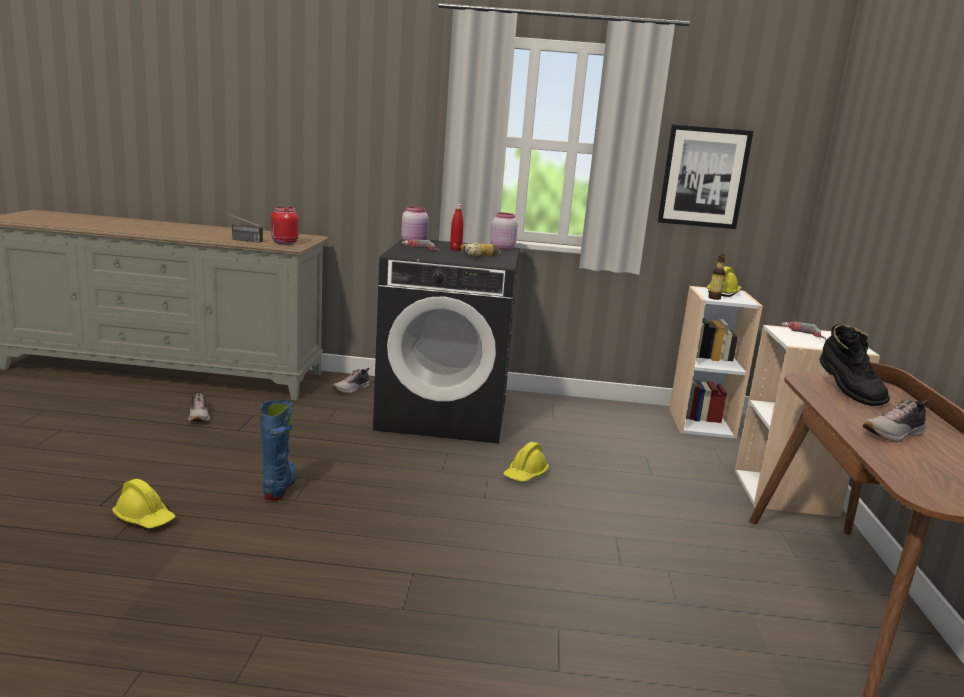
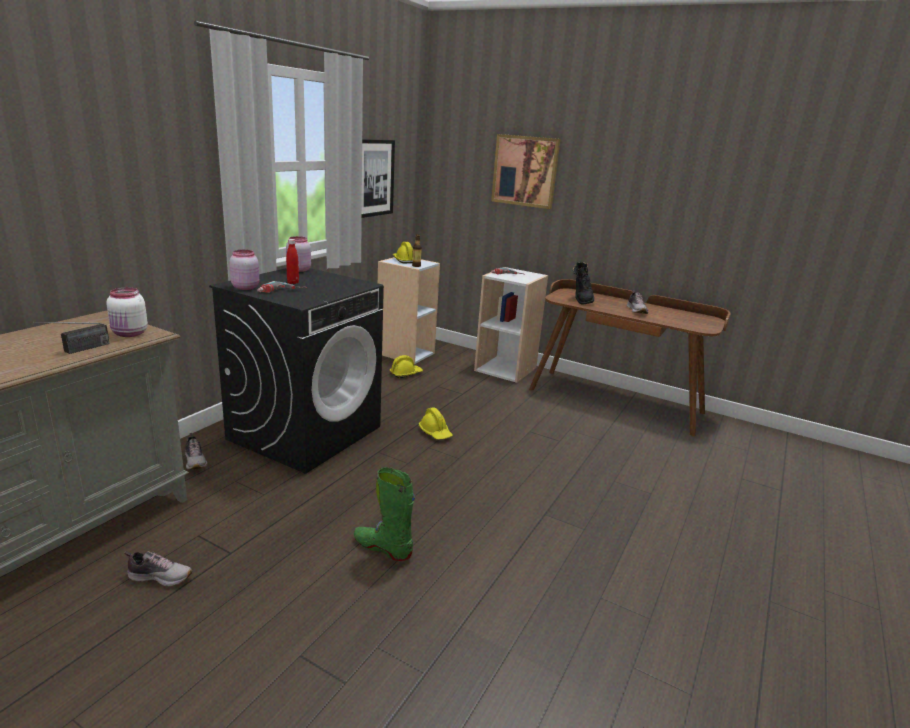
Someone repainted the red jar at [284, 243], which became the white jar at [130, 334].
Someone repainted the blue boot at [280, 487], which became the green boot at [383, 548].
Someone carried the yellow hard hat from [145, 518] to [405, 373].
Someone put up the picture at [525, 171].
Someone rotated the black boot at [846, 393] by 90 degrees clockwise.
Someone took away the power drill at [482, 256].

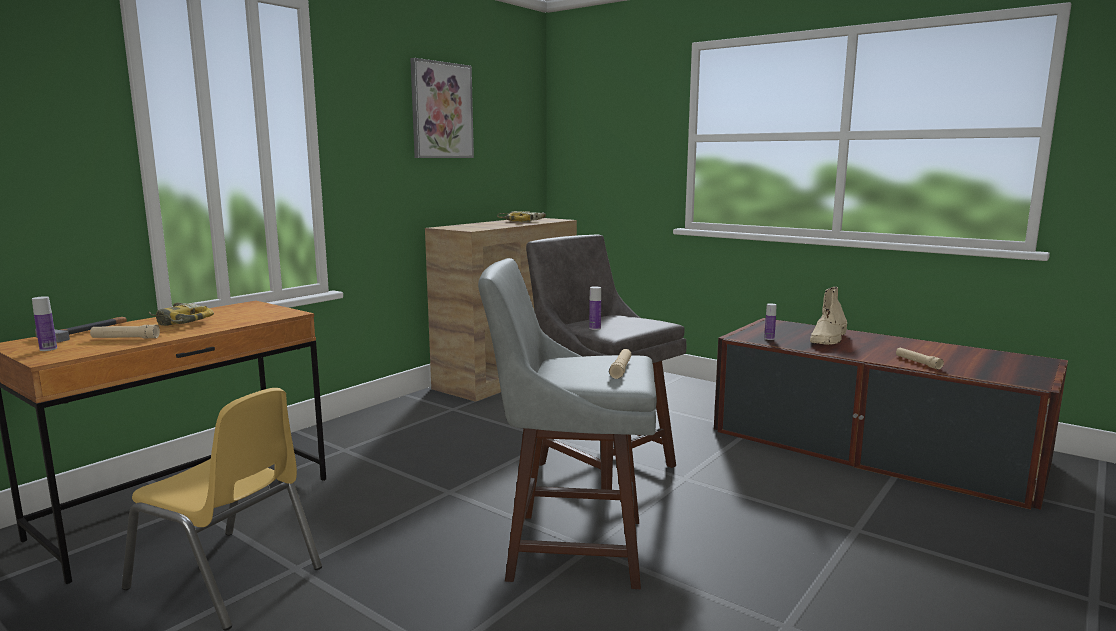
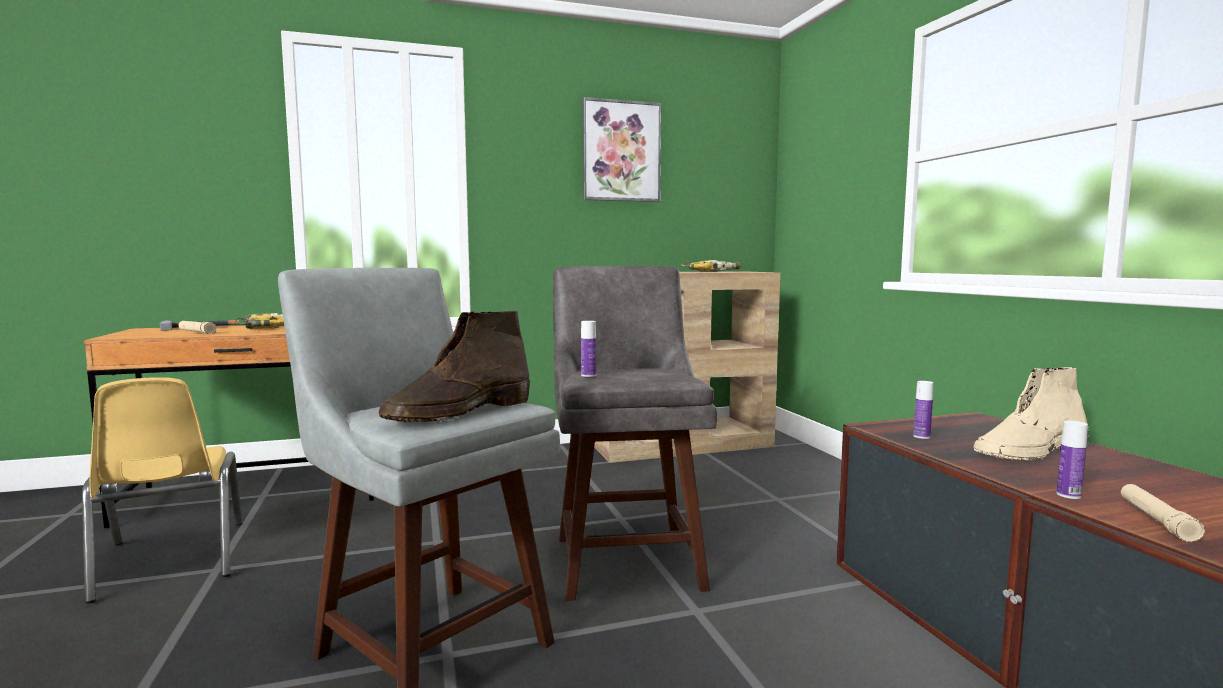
Someone swapped the beige flashlight at [621, 369] for the brown boot at [459, 413].
Someone carried the bottle from [48, 349] to [1068, 495].

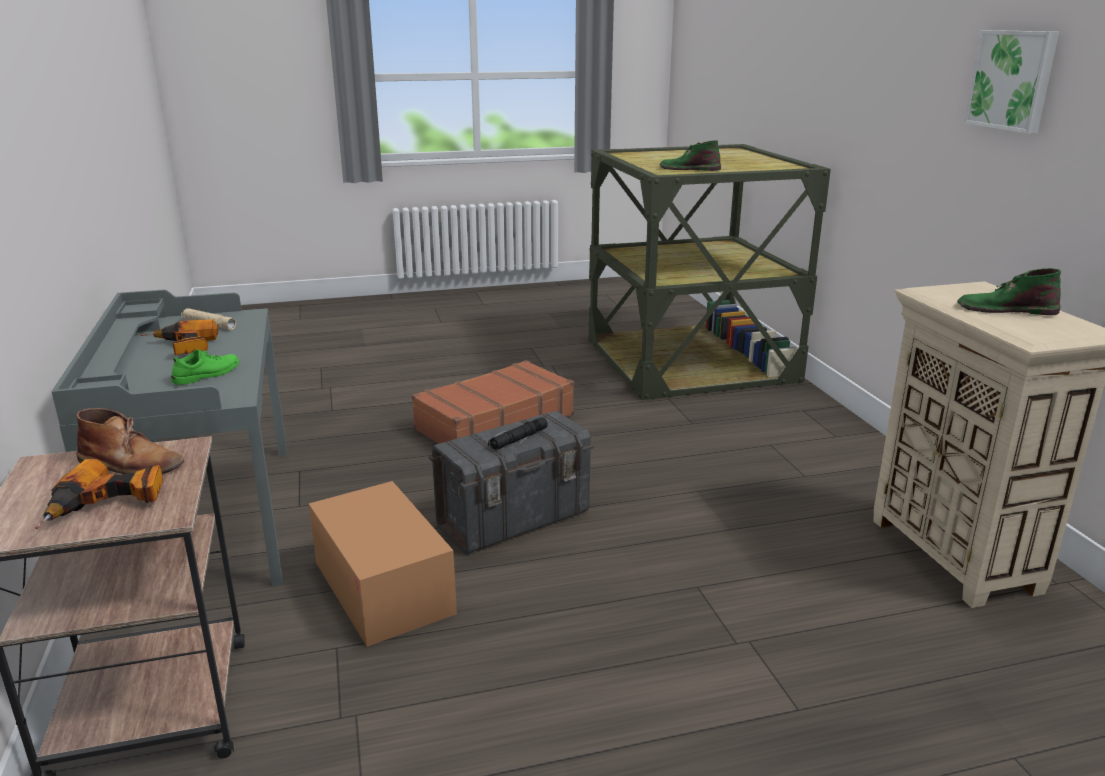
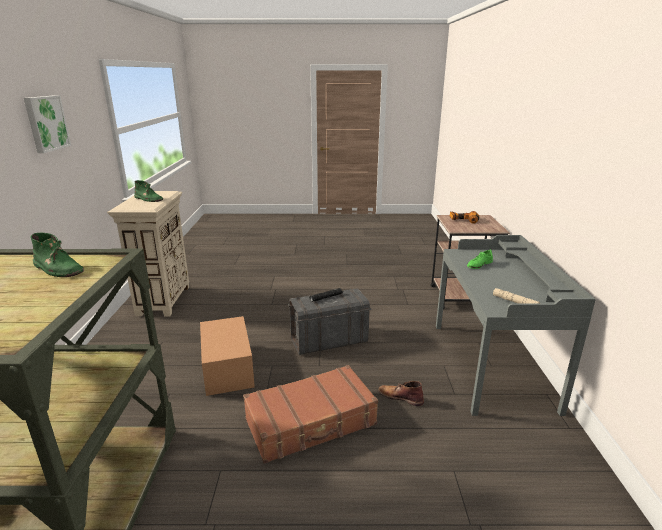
Someone carried the cardboard box from [383, 587] to [227, 368].
Someone carried the brown boot from [131, 464] to [400, 396].
Someone took away the power drill at [183, 348].

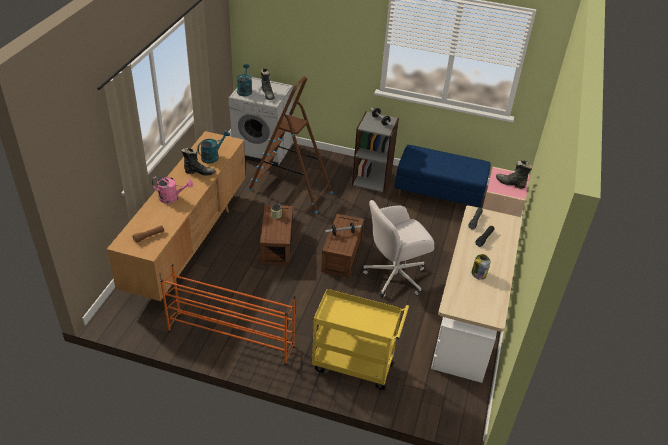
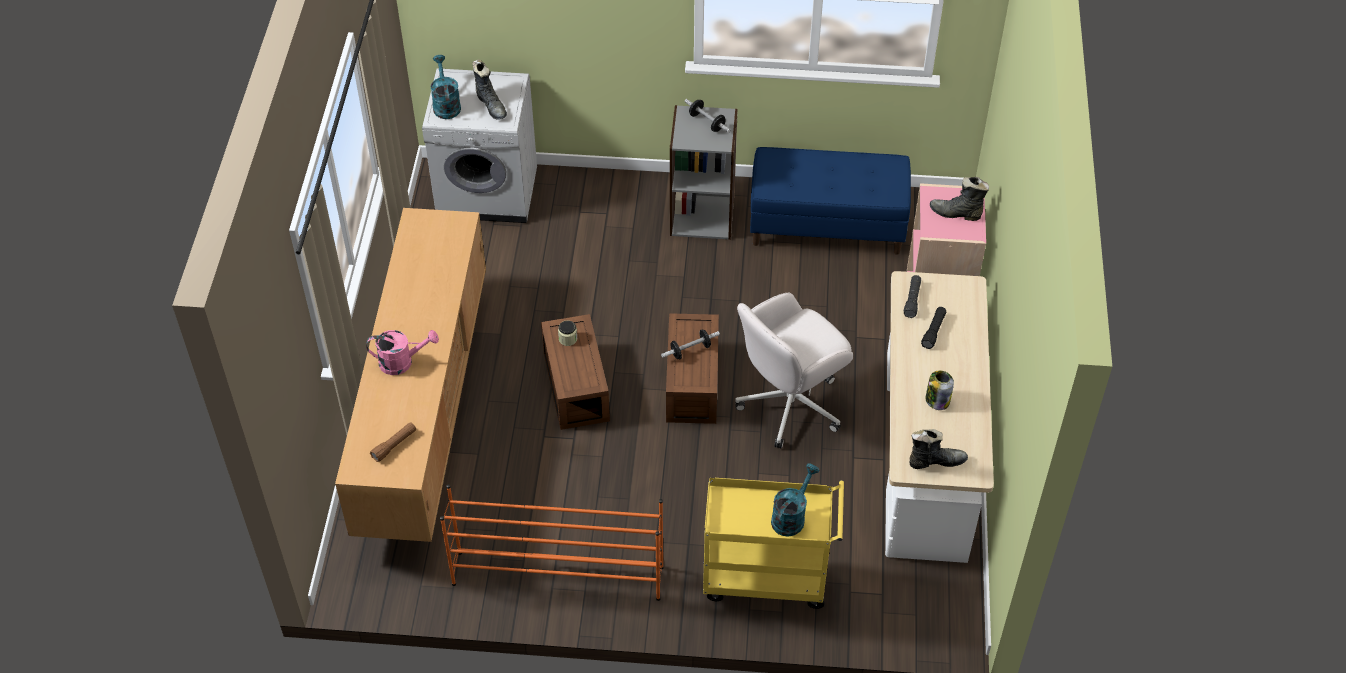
Someone carried the turquoise watering can from [212, 156] to [791, 516].
Someone carried the black boot from [199, 172] to [935, 461].
Someone took away the brown step ladder at [289, 191].

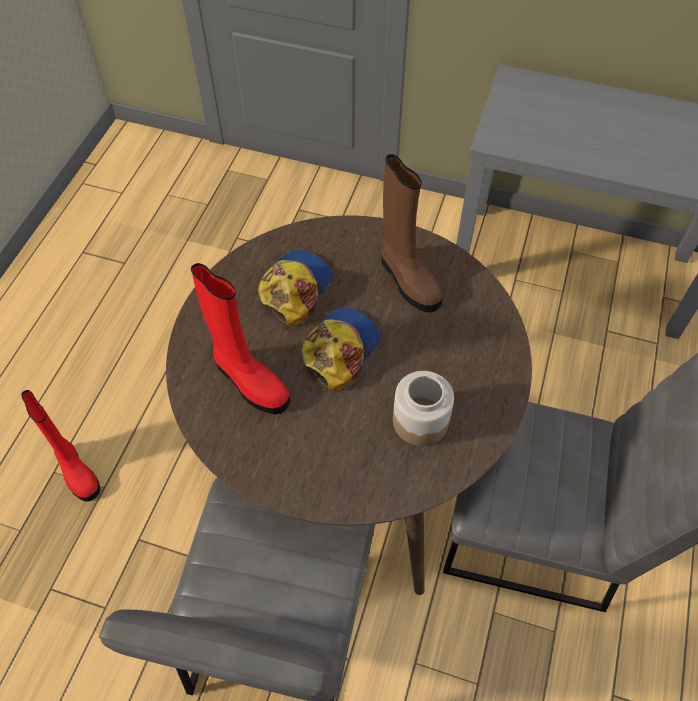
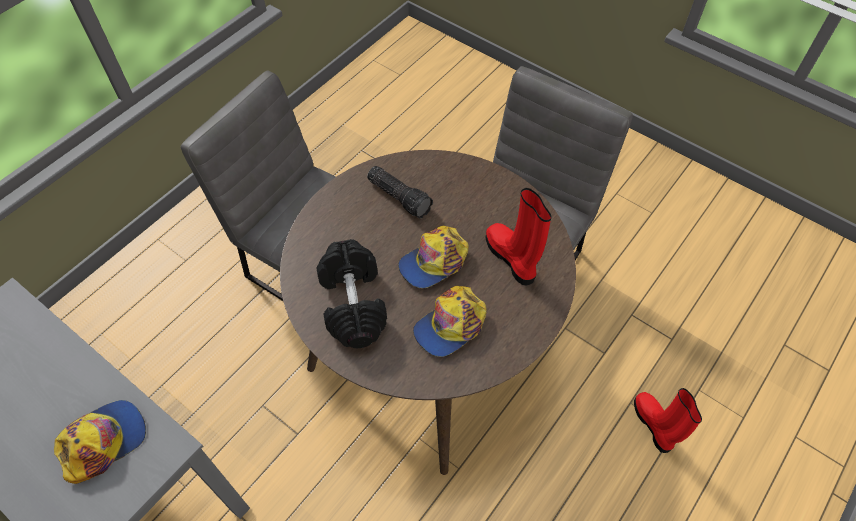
Someone put down the cap at [103, 441].
Someone swapped the brown boot at [407, 279] for the black dumbbell at [352, 303].
Someone swapped the jar at [420, 420] for the flashlight at [400, 197].

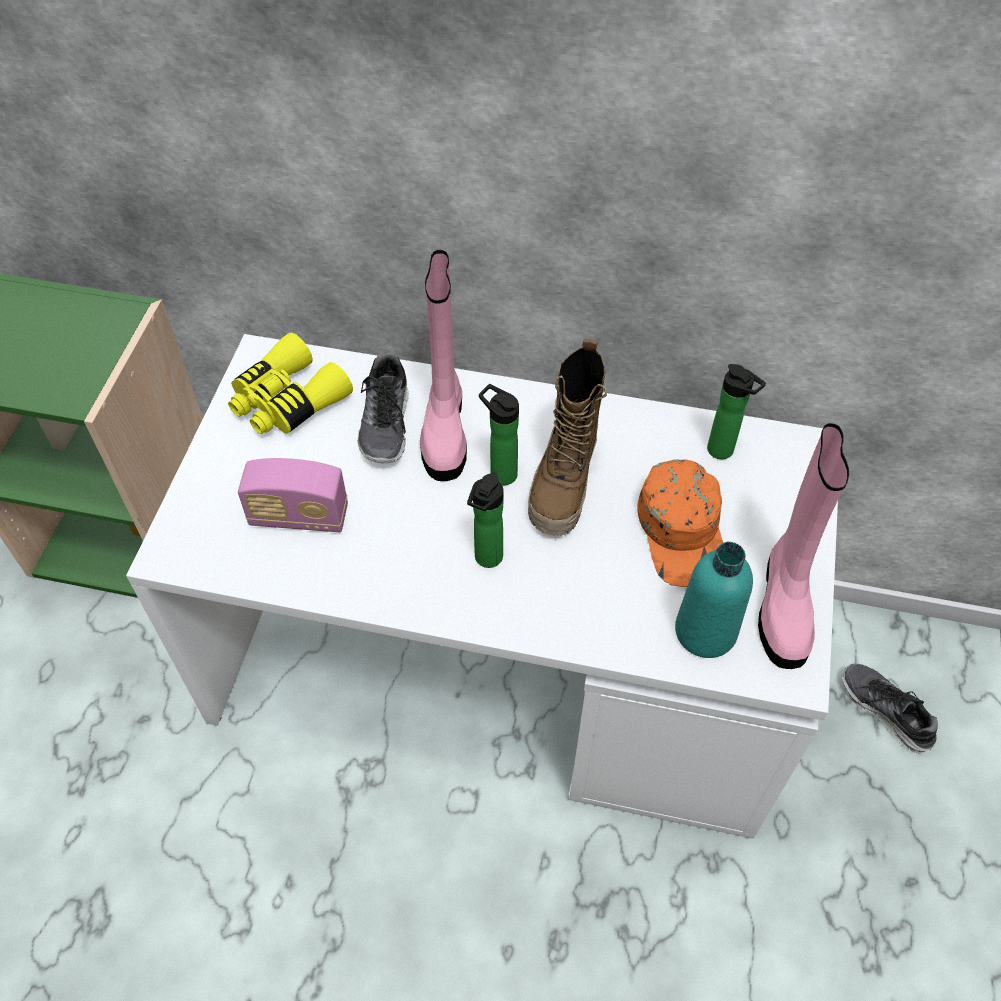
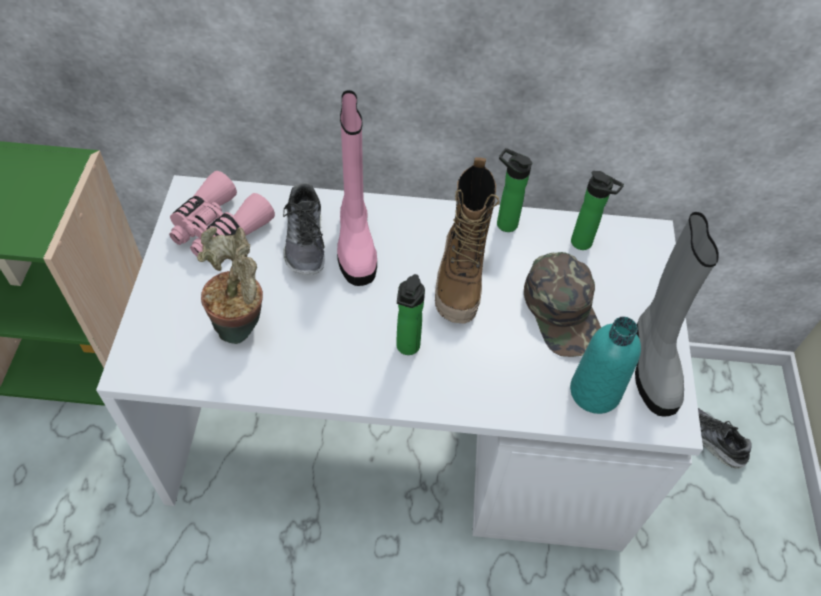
Someone repainted the yellow binoculars at [287, 401], which became the pink binoculars at [218, 229].
Someone swapped the radio at [299, 516] for the potted plant at [242, 325].
Someone carried the bottle from [500, 472] to [504, 223].
Someone repainted the orange cap at [683, 532], which became the green cap at [563, 311].
Someone repainted the pink boot at [783, 604], which became the grey boot at [653, 364].

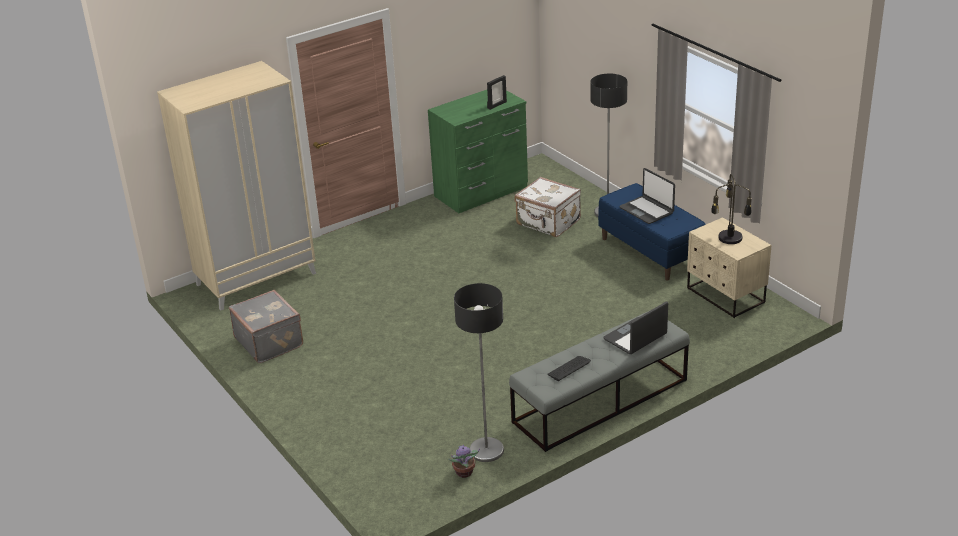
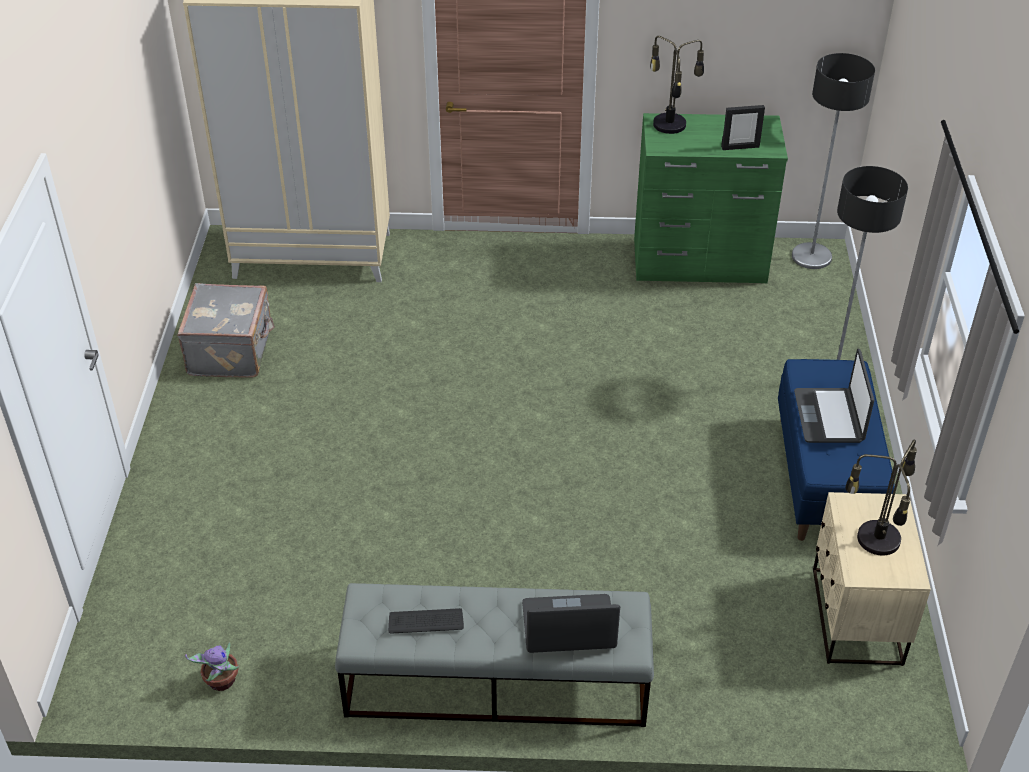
Someone put down the table lamp at [670, 124].
Someone carried the floor lamp from [486, 450] to [811, 256].
Someone took away the white suitcase at [548, 223].

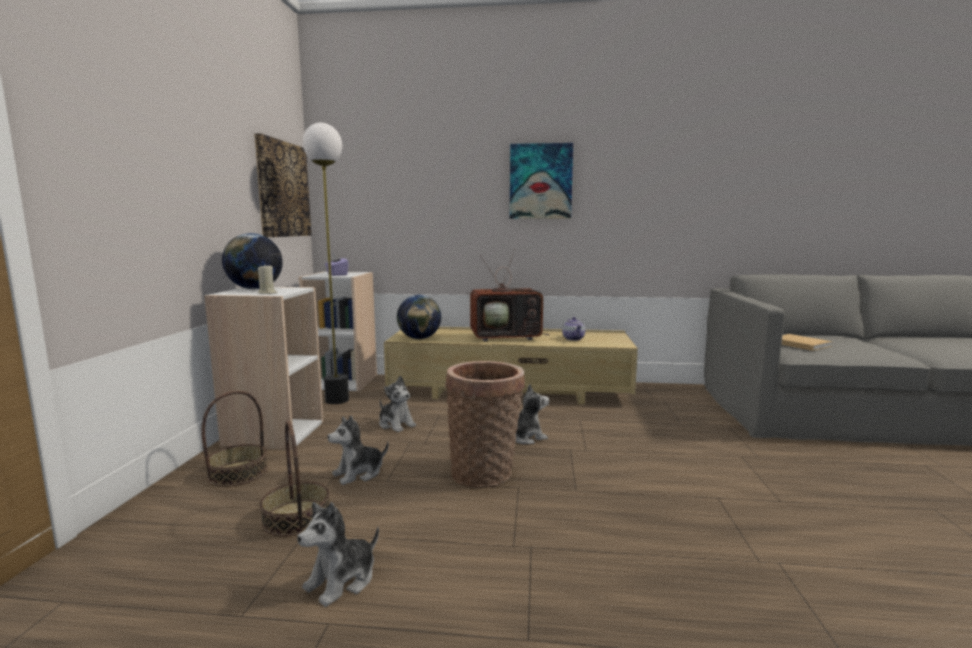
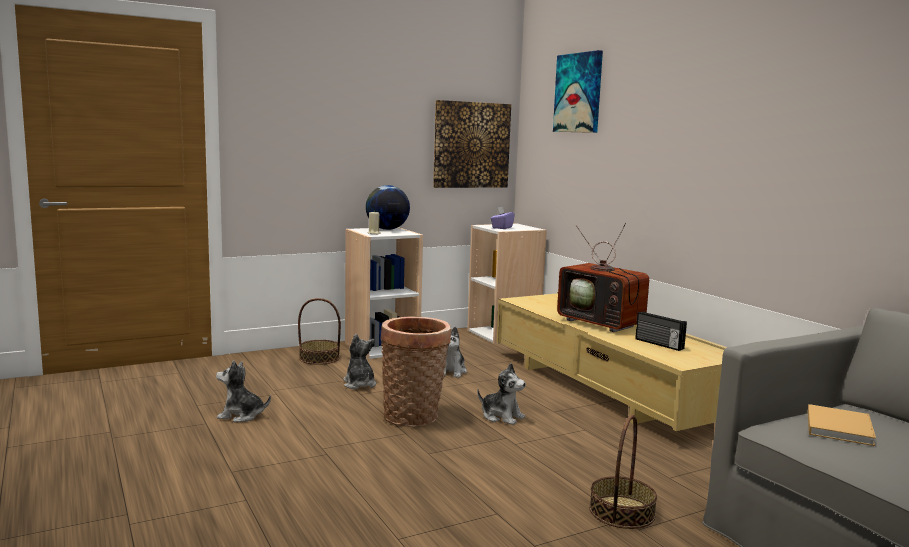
Someone rotated the plush toy at [359, 473] by 45 degrees clockwise.
Someone carried the picture from [540, 181] to [578, 93].
Someone carried the basket from [296, 517] to [622, 512].
Someone swapped the teapot at [573, 338] for the radio at [658, 344].
Someone took away the floor lamp at [337, 400].
Someone took away the globe at [419, 338].

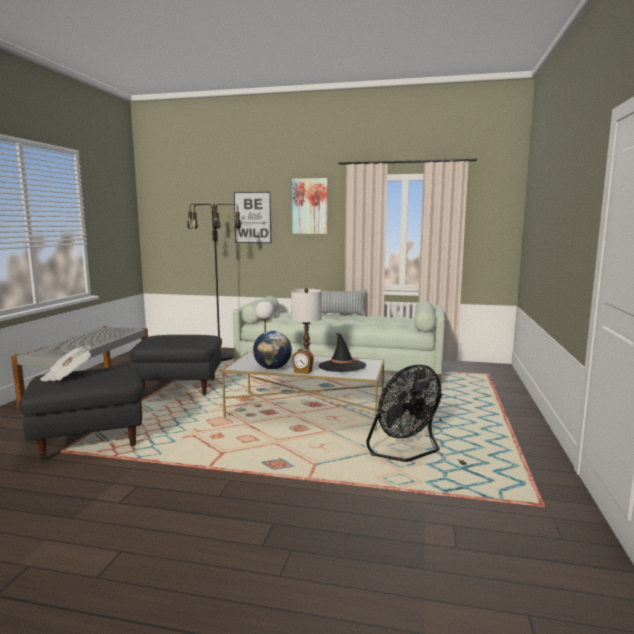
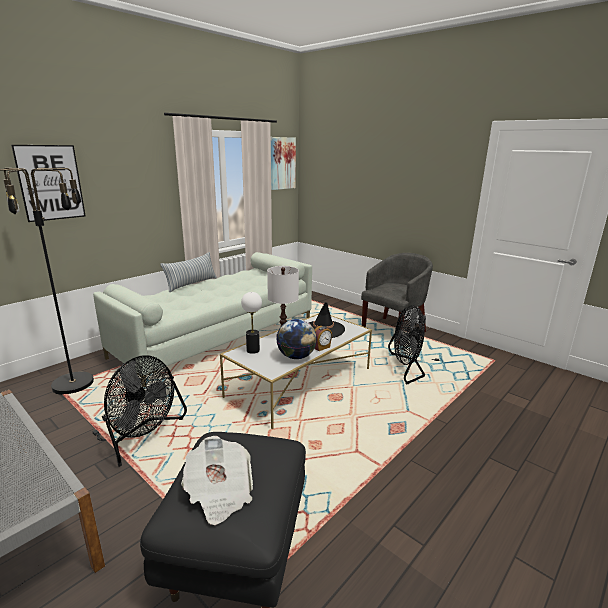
Someone swapped the black ottoman at [180, 387] for the black fan at [139, 437].
Someone carried the picture from [310, 206] to [282, 163].
Someone put down the grey armchair at [394, 330].

